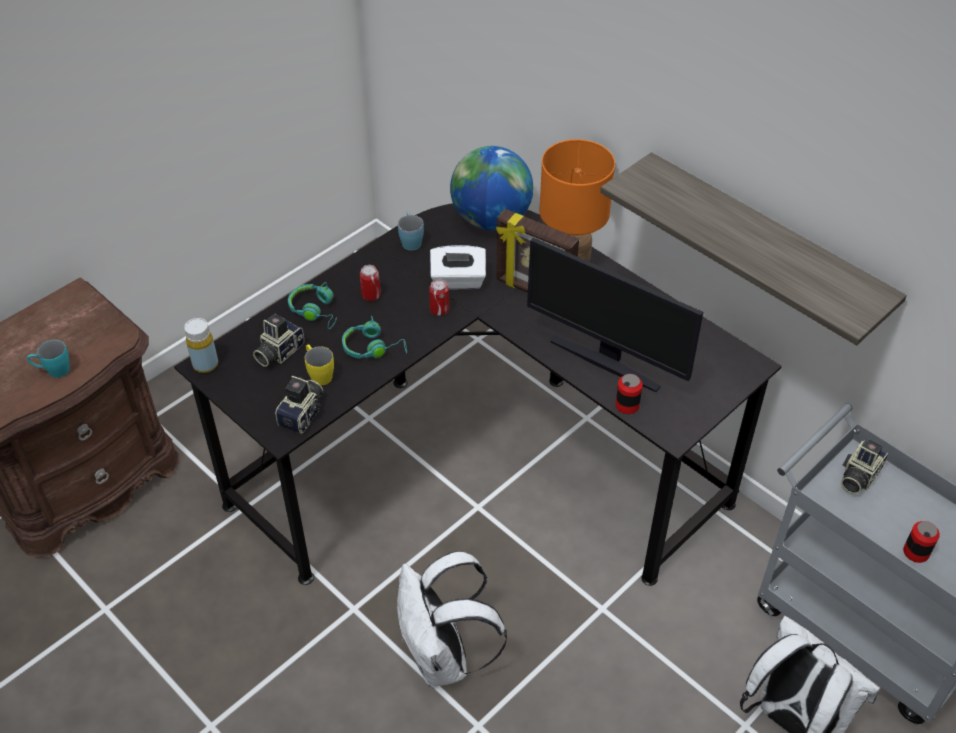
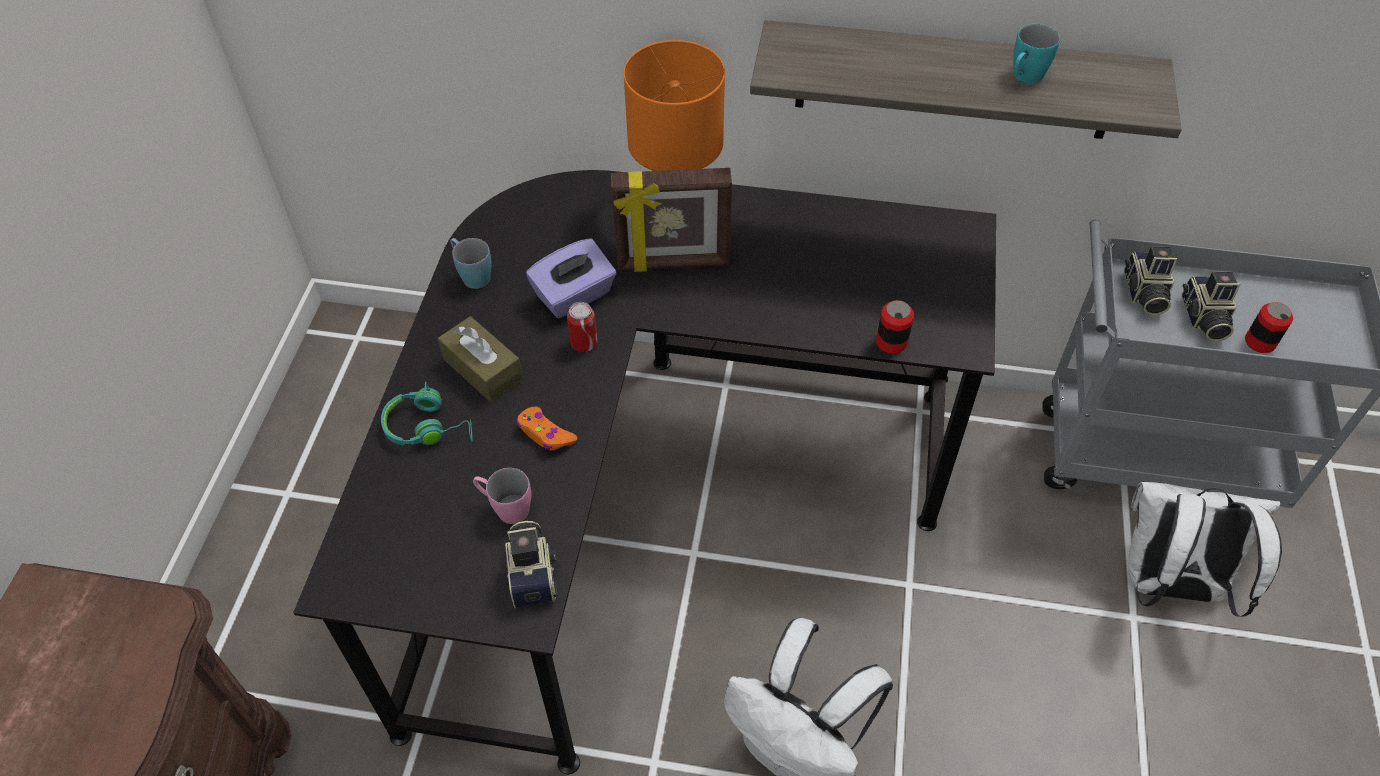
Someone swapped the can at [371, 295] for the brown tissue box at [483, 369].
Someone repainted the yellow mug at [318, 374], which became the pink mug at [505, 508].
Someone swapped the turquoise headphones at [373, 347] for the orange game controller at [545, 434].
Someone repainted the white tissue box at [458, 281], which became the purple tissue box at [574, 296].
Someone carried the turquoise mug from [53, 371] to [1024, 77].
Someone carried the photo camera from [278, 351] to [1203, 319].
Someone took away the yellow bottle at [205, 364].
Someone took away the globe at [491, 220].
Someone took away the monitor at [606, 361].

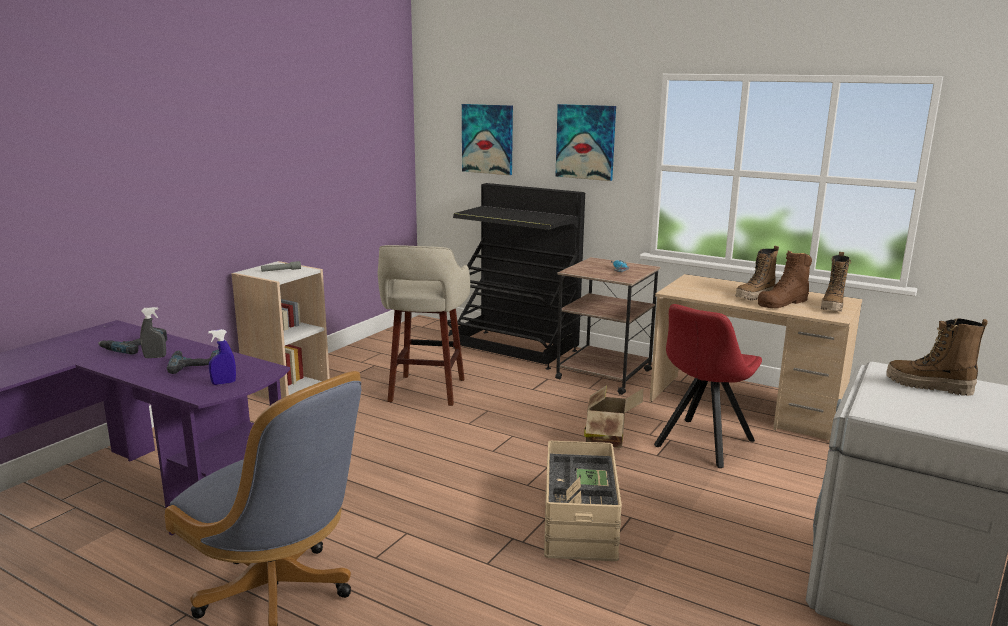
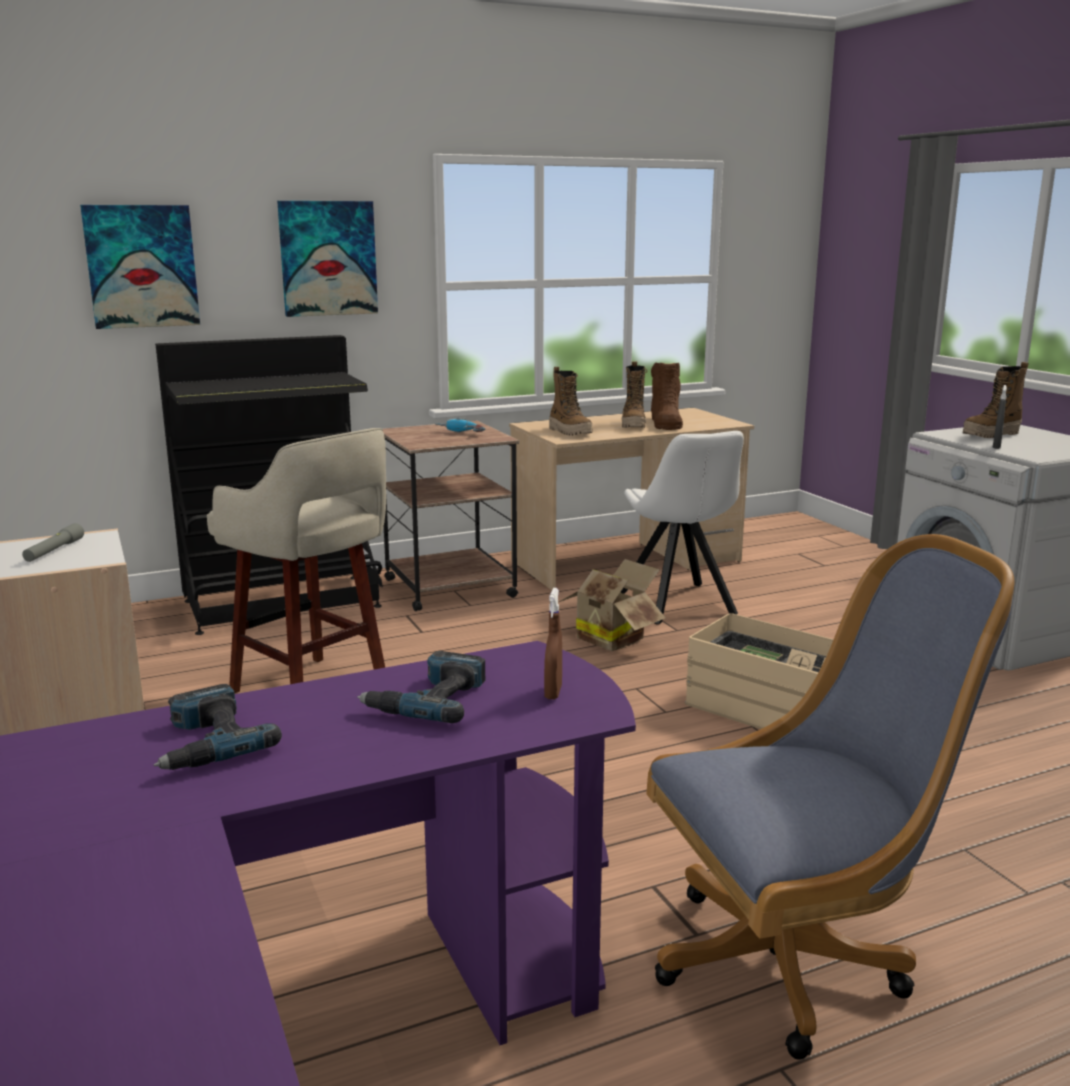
Someone repainted the blue spray bottle at [224, 383], which became the brown spray bottle at [553, 692].
Someone carried the boot from [832, 307] to [570, 432].
Someone repainted the red chair at [703, 443], which became the white chair at [677, 604].
Someone carried the grey spray bottle from [155, 357] to [996, 447].

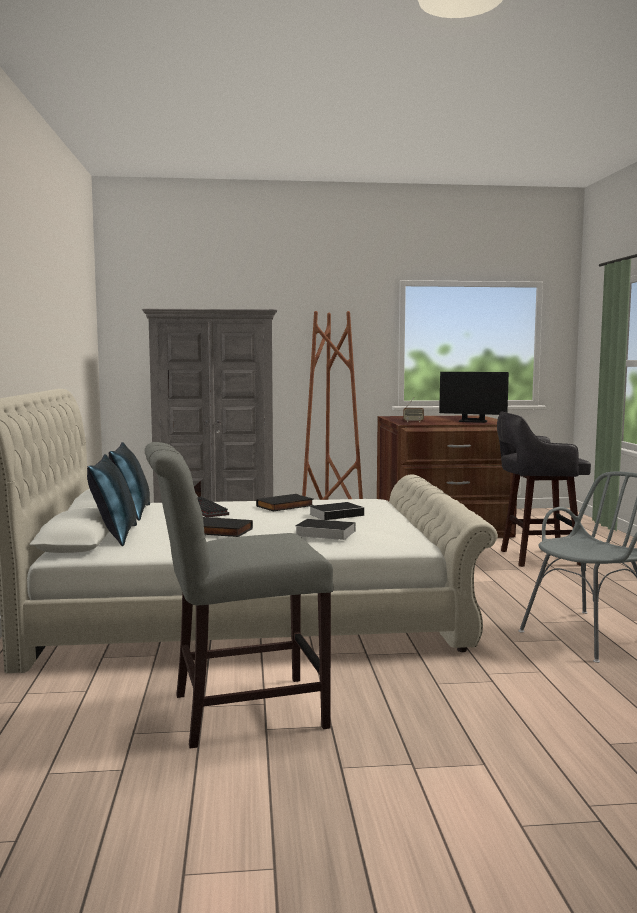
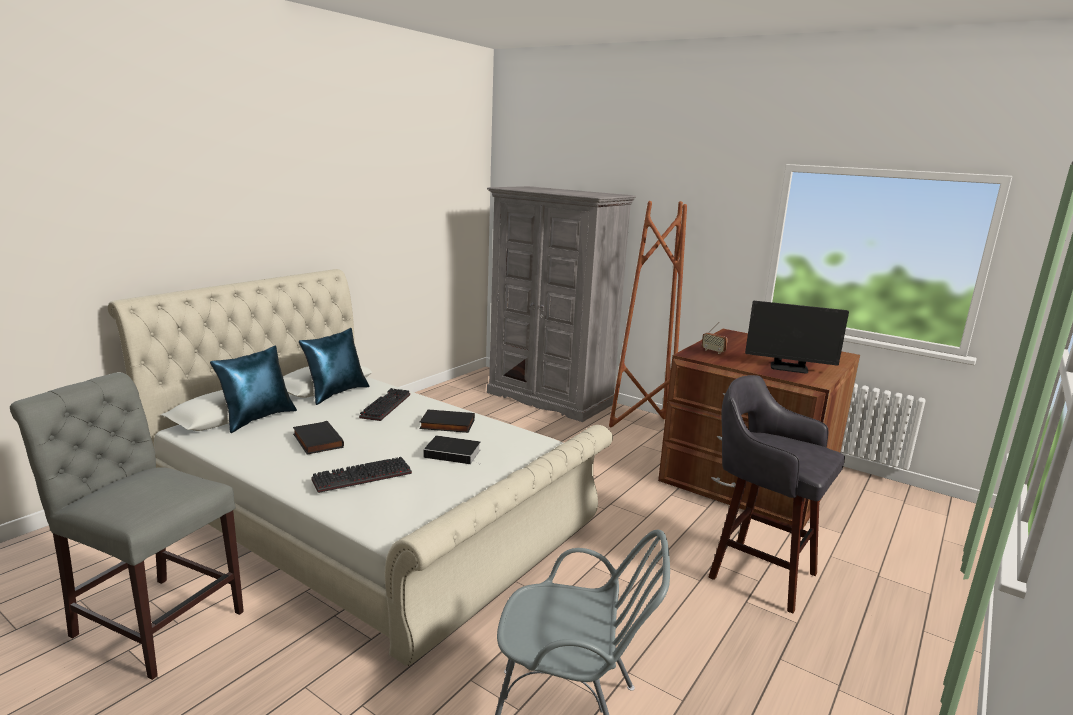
Someone swapped the book at [323, 533] for the keyboard at [361, 478].
Someone rotated the monitor at [473, 421] by 45 degrees counterclockwise.

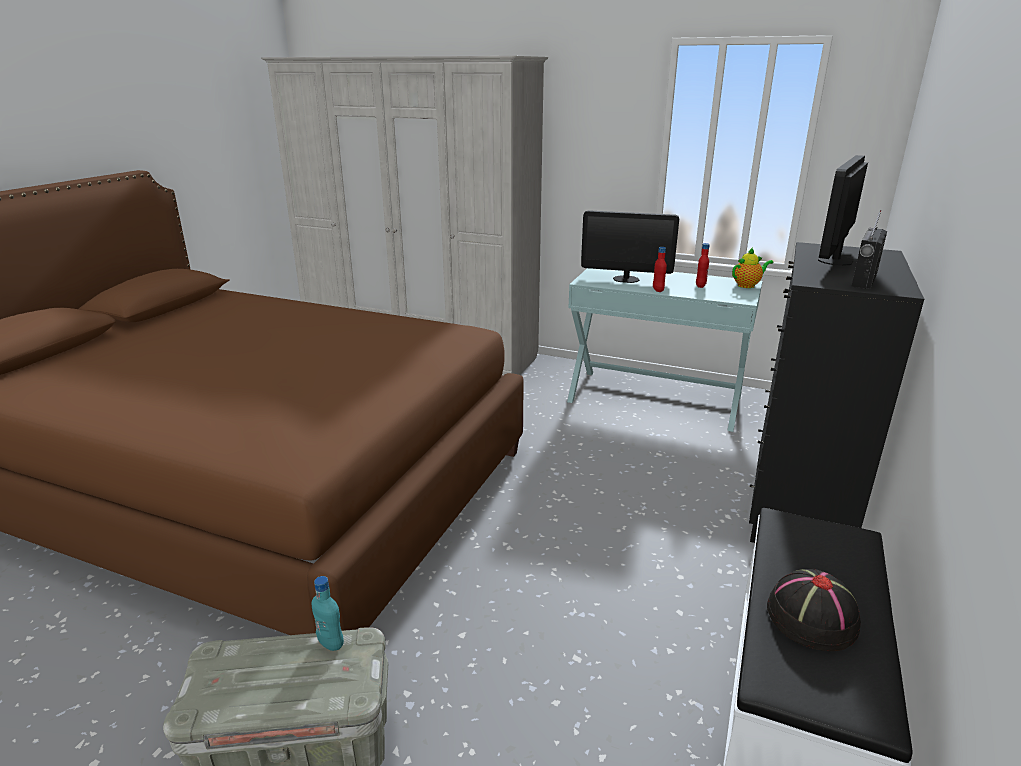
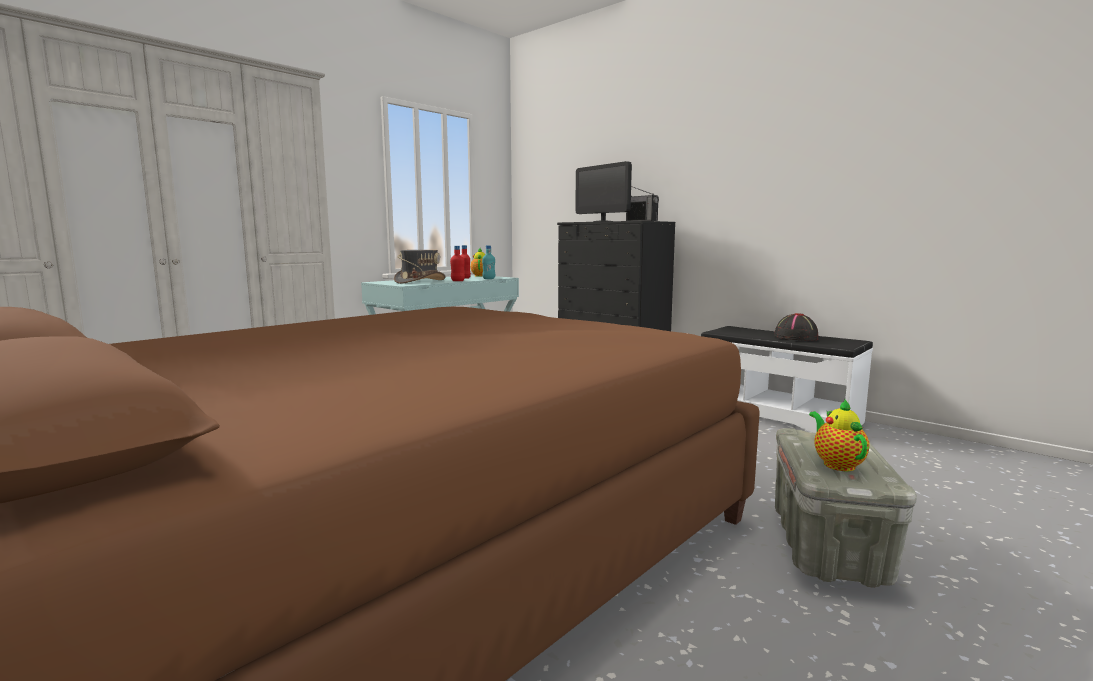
Someone swapped the monitor at [626, 279] for the grey hat at [420, 281].
Someone carried the turquoise bottle from [331, 643] to [489, 279].
Someone put down the teapot at [836, 464].

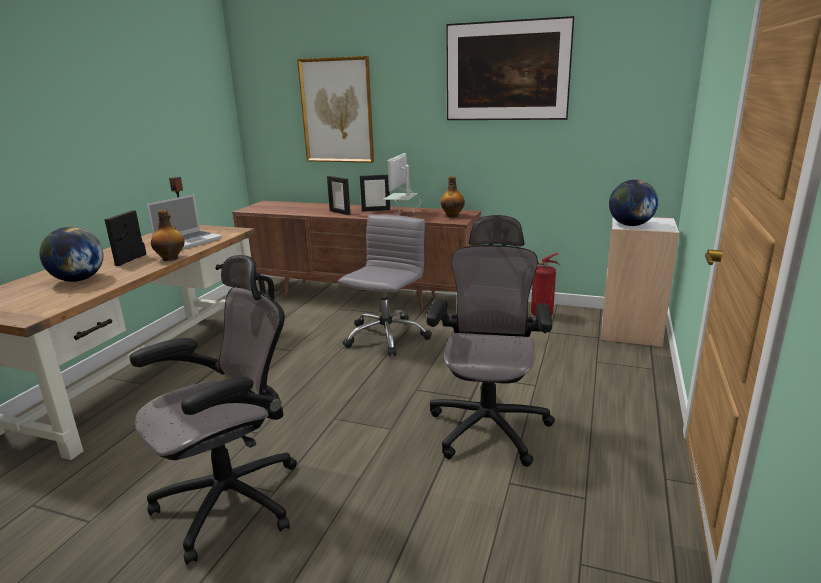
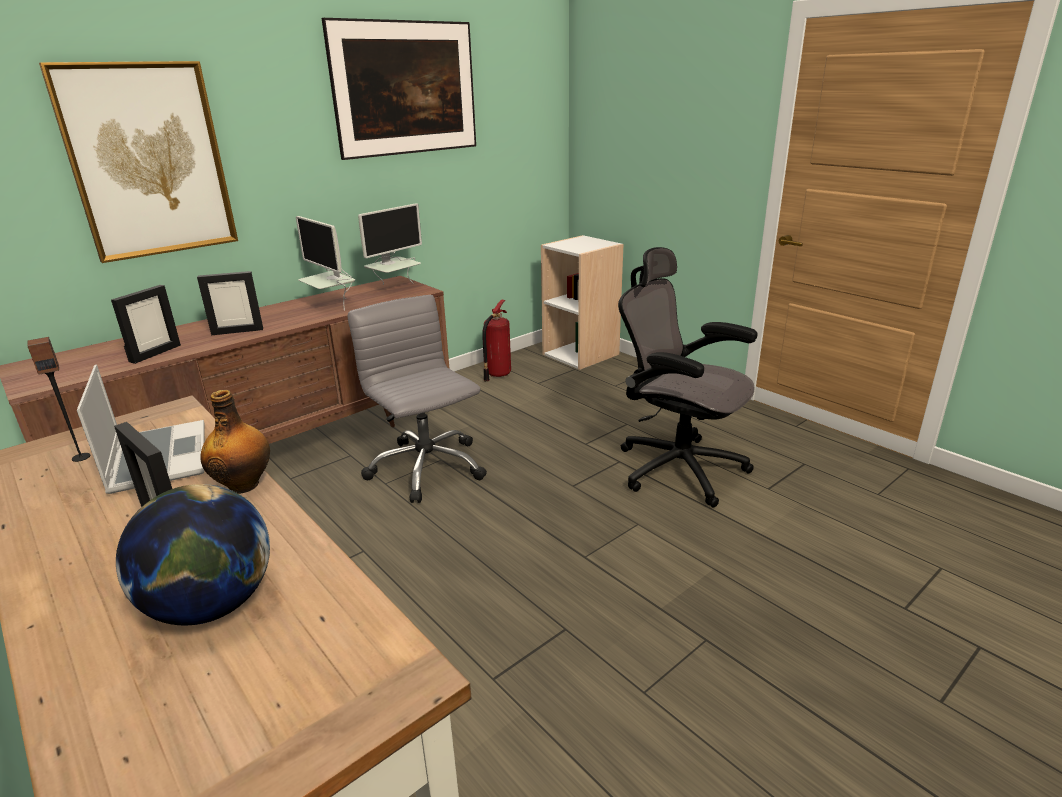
Someone carried the picture frame from [376, 210] to [155, 353].
Someone swapped the bottle at [452, 215] for the monitor at [395, 288].
Someone took away the office chair at [231, 501].
Someone took away the globe at [630, 225].

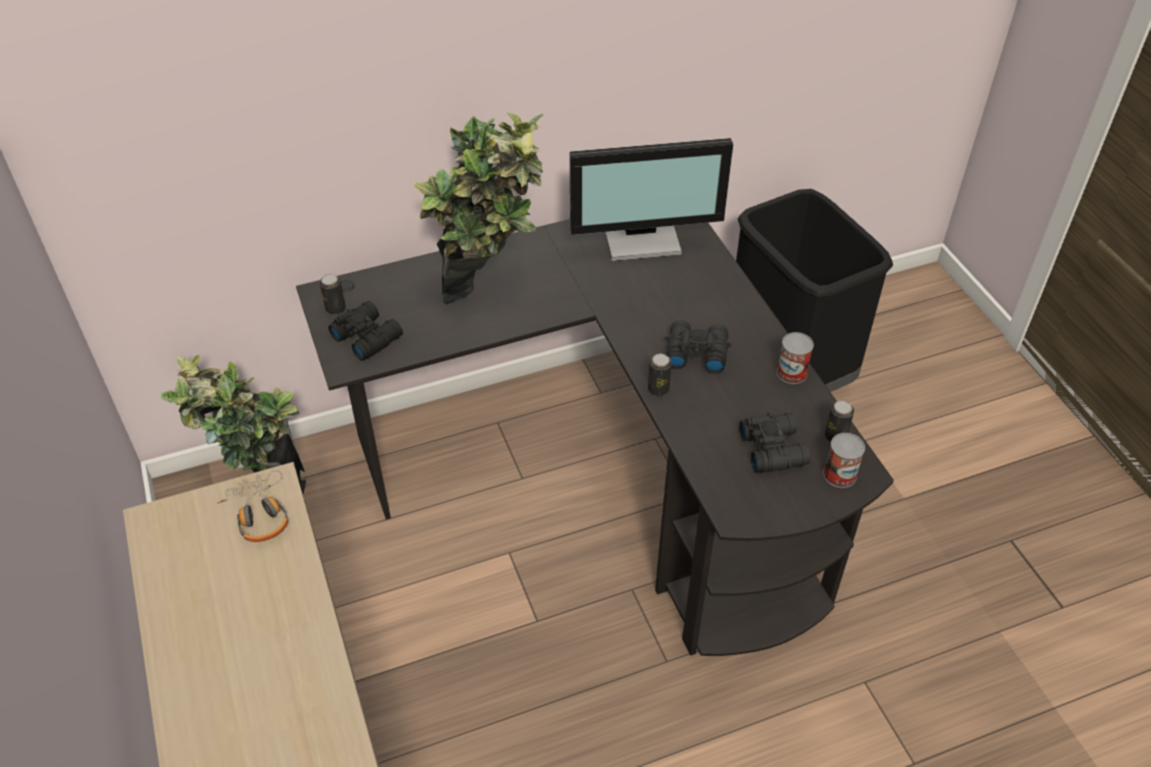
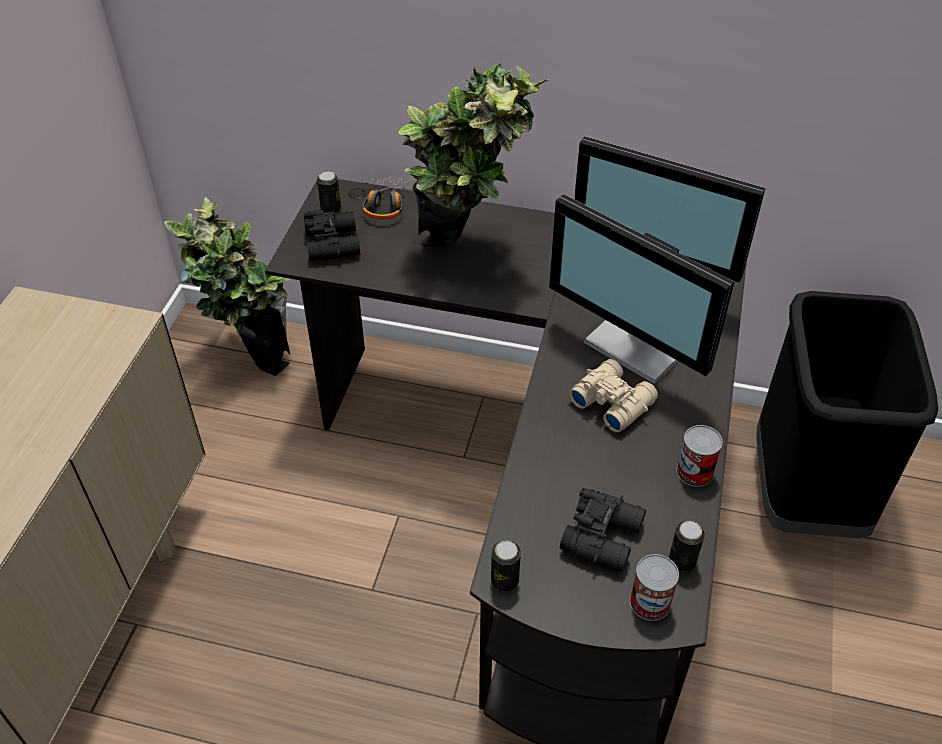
Someone carried the headphones from [259, 513] to [386, 203].
Someone carried the can from [658, 389] to [504, 580].
Someone put down the monitor at [641, 343].
Someone repainted the black binoculars at [695, 352], which became the beige binoculars at [612, 401].

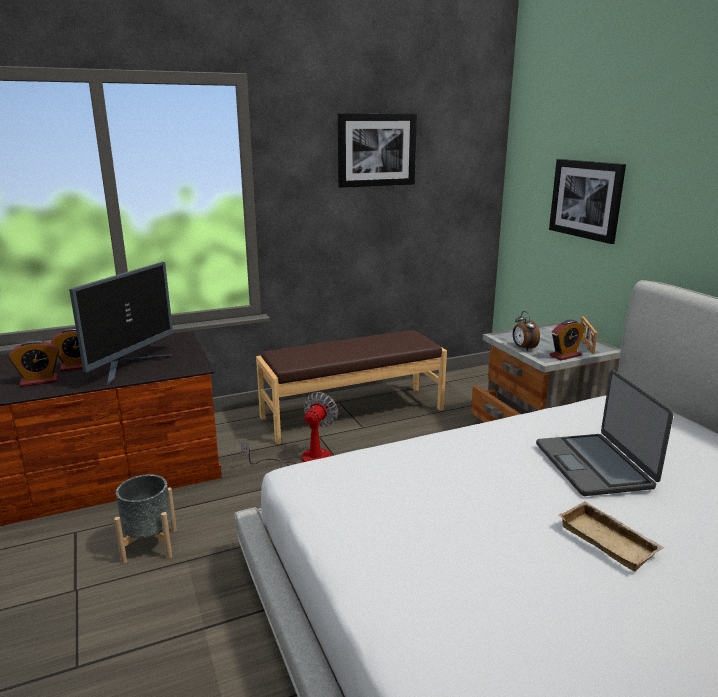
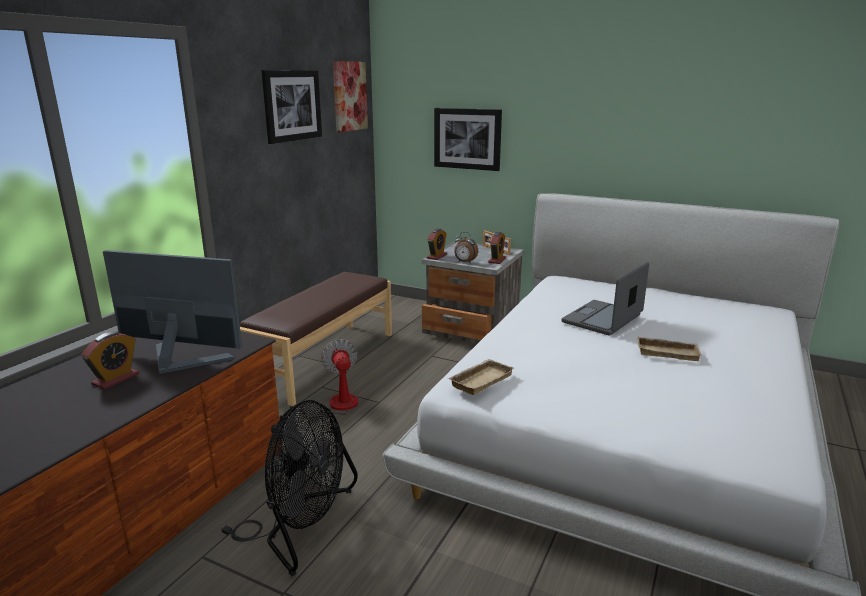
Someone rotated the monitor at [130, 366] by 60 degrees counterclockwise.
Someone swapped the grey planter at [149, 545] for the black fan at [298, 527].
Someone put up the picture at [349, 96].
Someone carried the alarm clock from [39, 381] to [437, 256].
Someone put down the beige tray at [480, 380].
Someone rotated the laptop at [594, 465] by 90 degrees clockwise.

